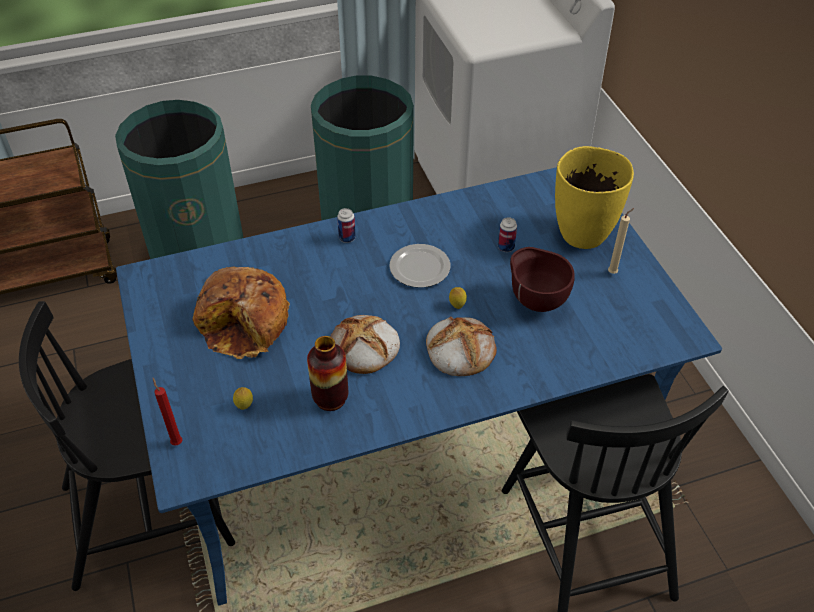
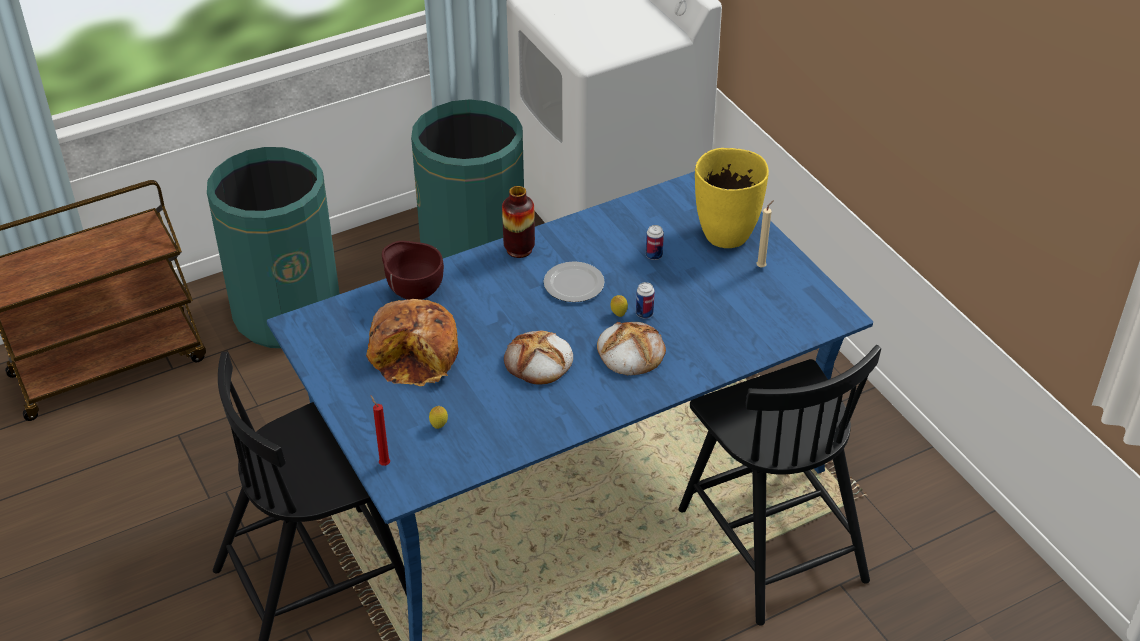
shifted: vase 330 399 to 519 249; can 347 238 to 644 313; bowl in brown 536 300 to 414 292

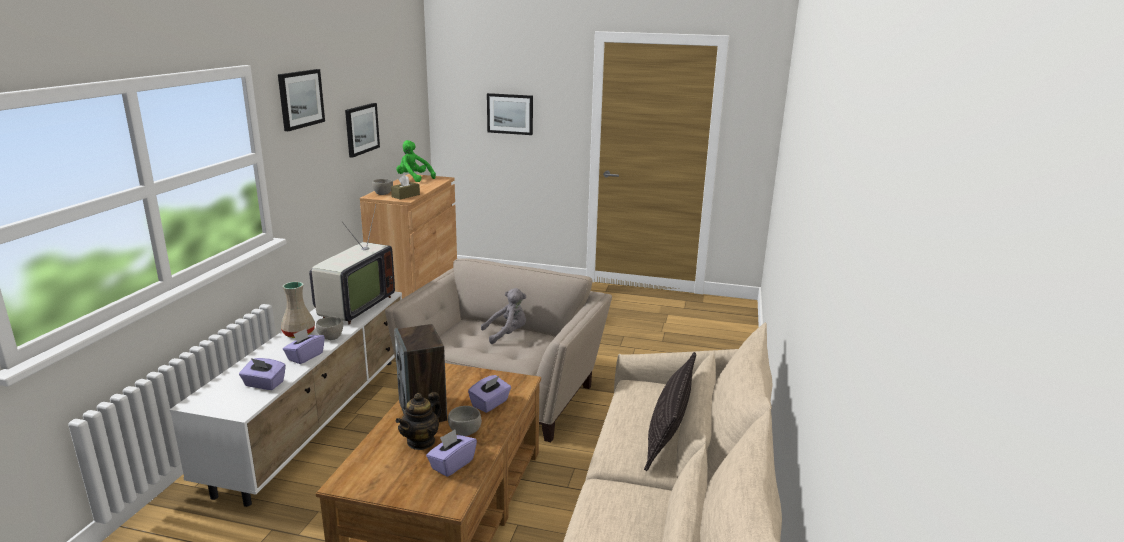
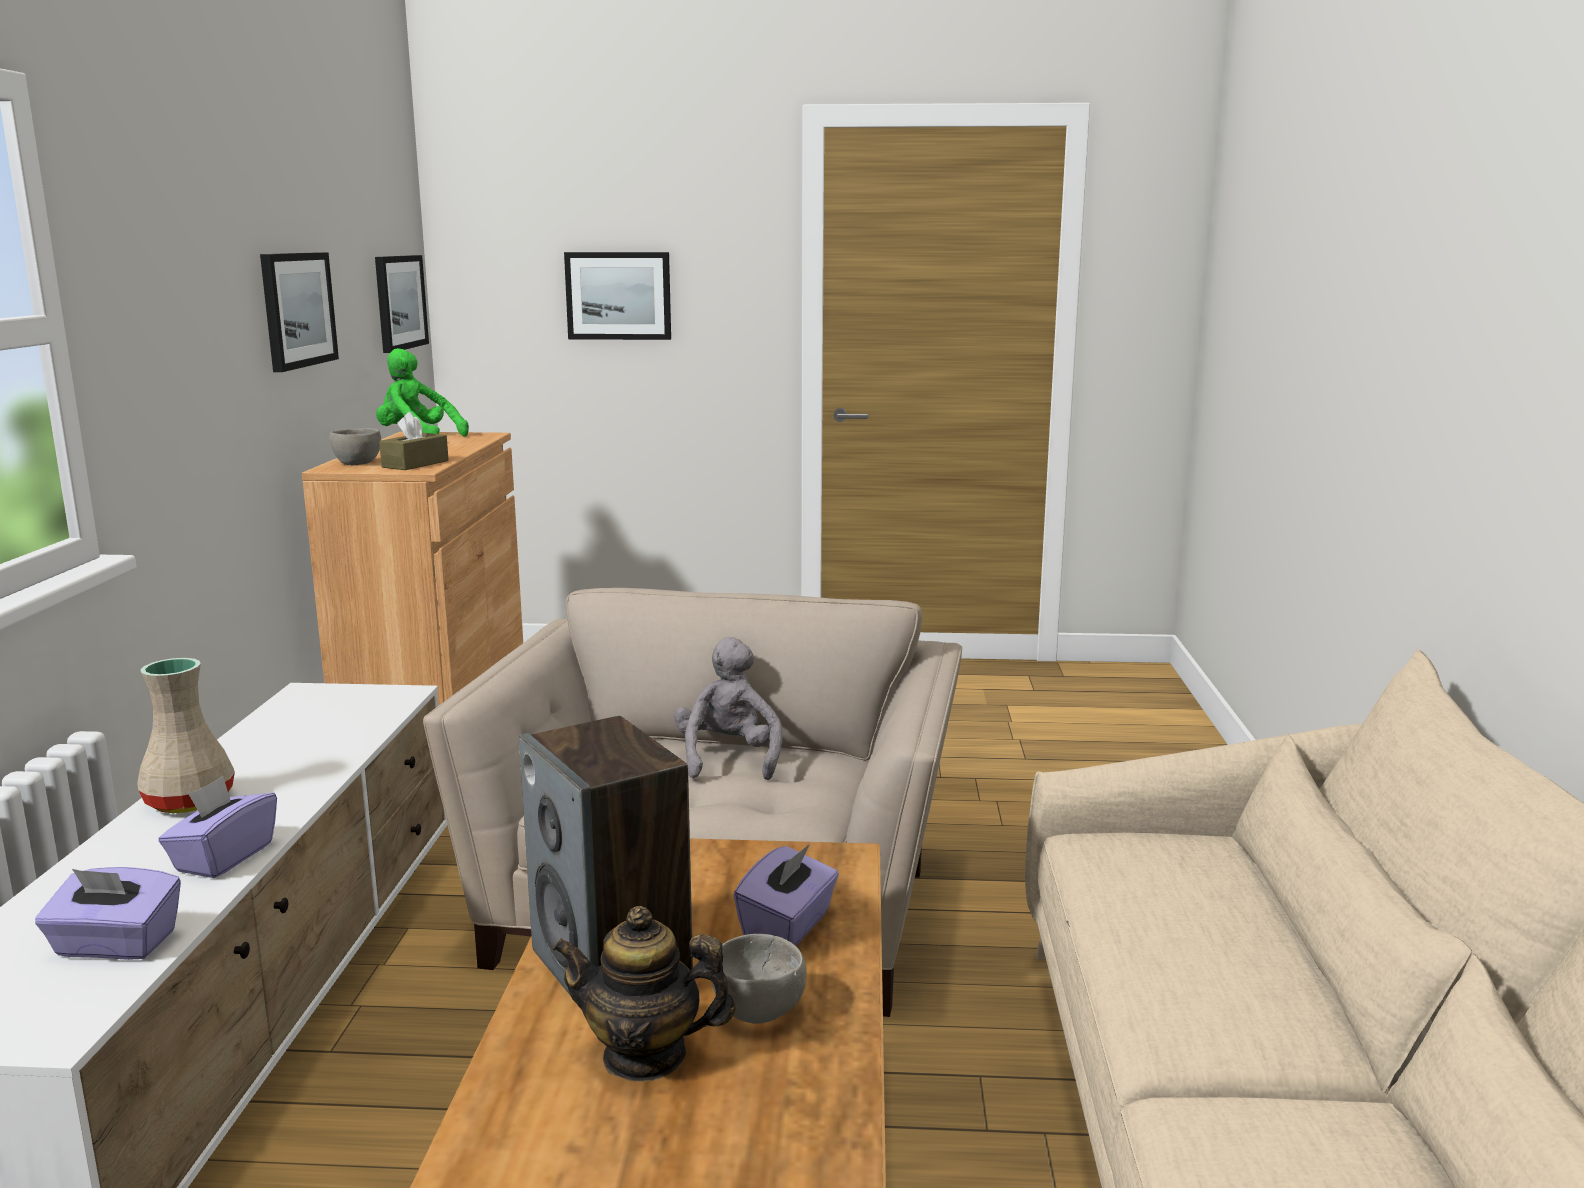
gone: television 353 307; bowl in grey 330 337; tissue box in purple 452 464; pillow 668 434
shifted: picture 300 99 to 399 302
rotated: teapot 421 441 = 645 1056 75 degrees clockwise; plush toy in grey 507 334 = 728 759 60 degrees counterclockwise

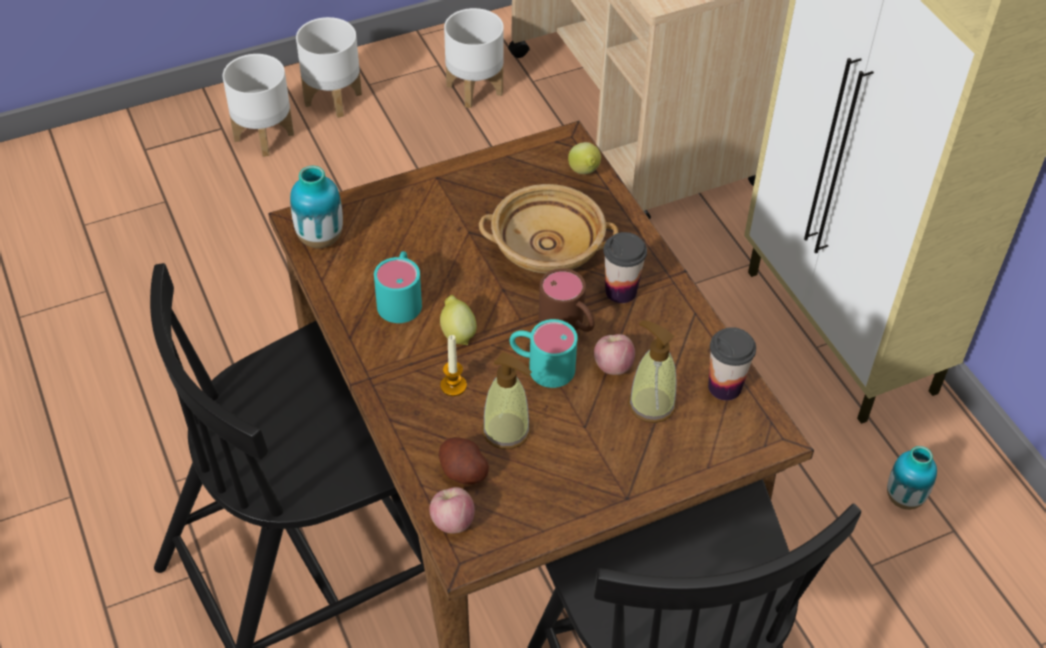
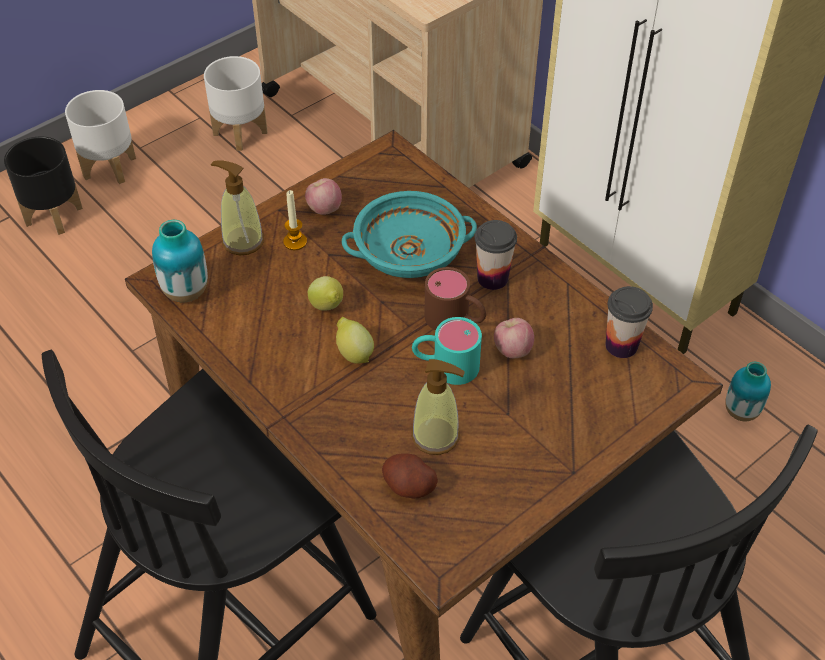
gone: mug in turquoise 401 298
shifted: apple 452 522 to 324 209; candle 453 386 to 295 242; lemon 584 172 to 327 307; soap dispenser 651 404 to 242 241
repainted: planter in white 264 135 to planter in black 54 215; bowl in beige 546 249 to bowl in turquoise 408 255

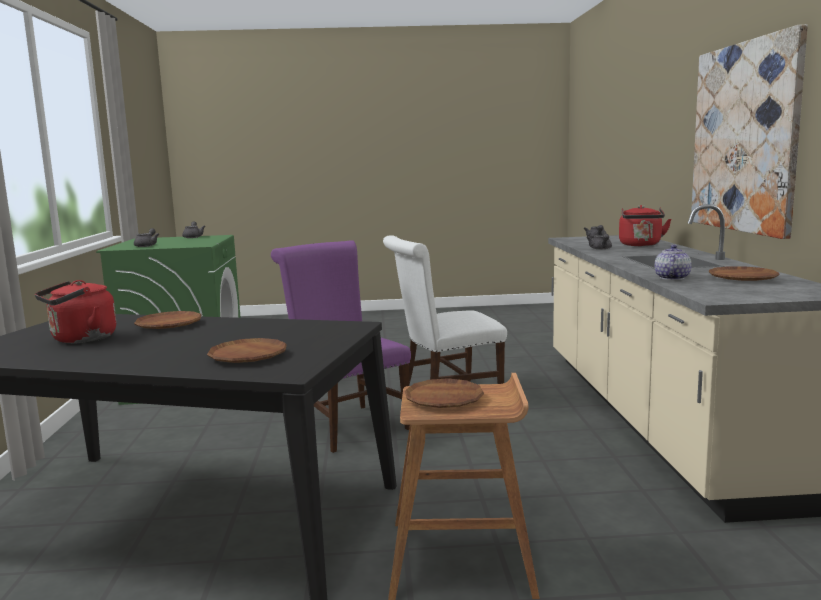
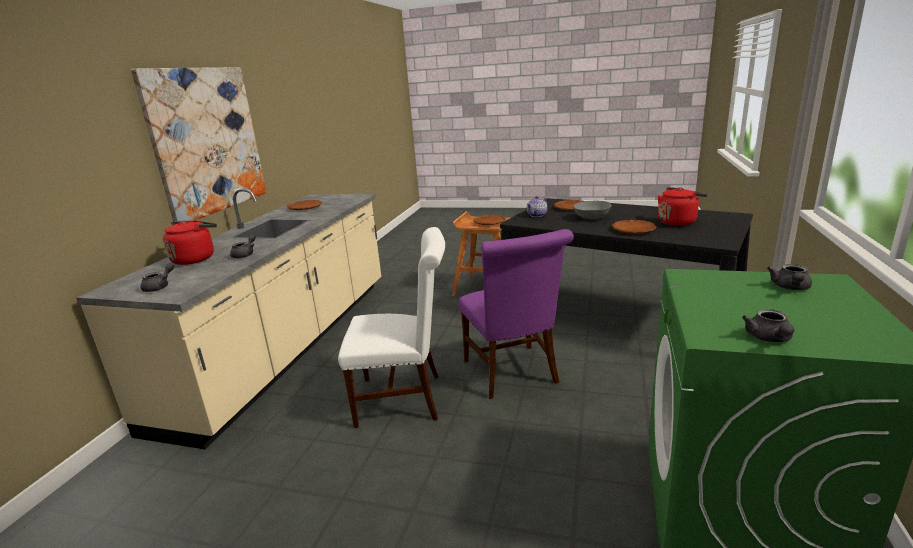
new: bowl in grey 592 217
shifted: teapot 671 278 to 537 215

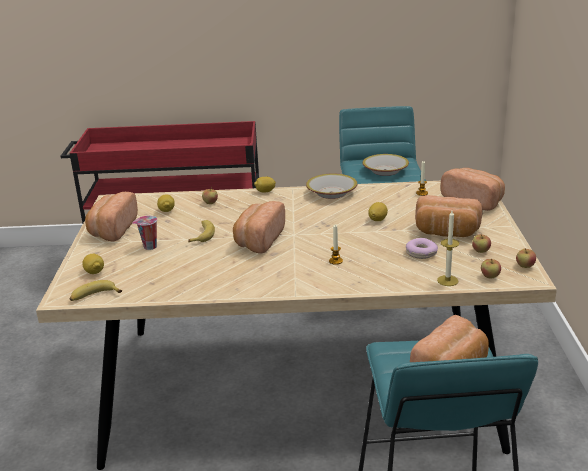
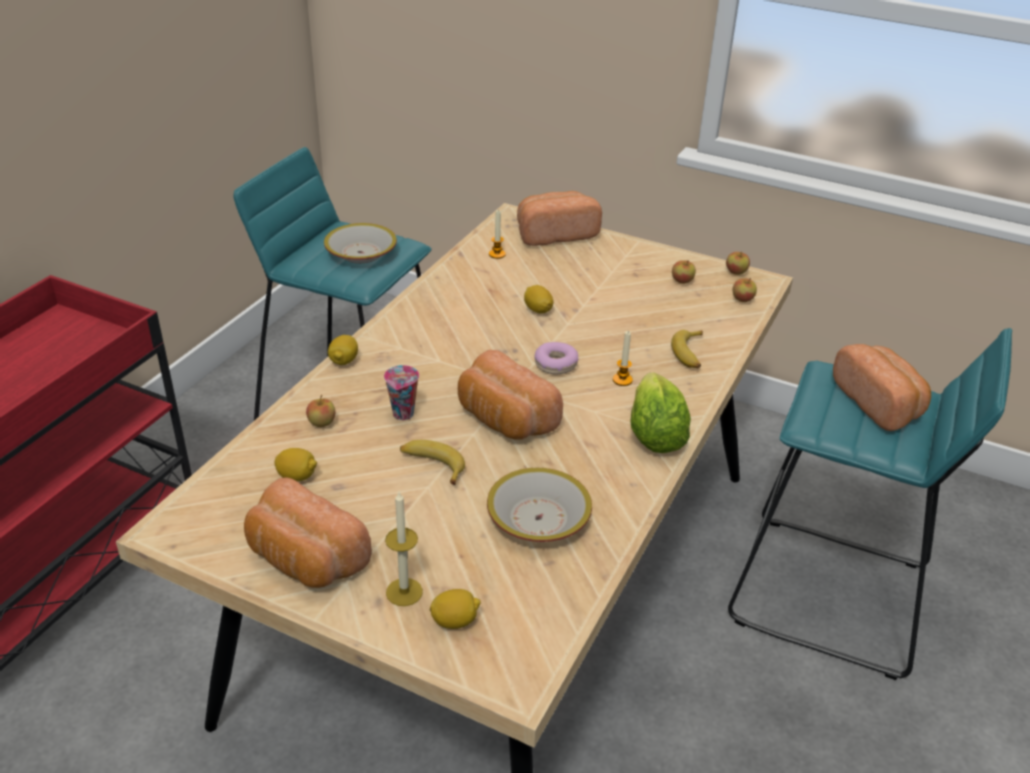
gone: bread 446 233
new: lettuce 654 435
shifted: banana 94 296 to 690 354; cup 149 247 to 403 415; bowl 331 193 to 538 519; donut 421 253 to 556 364; candle 447 280 to 404 592

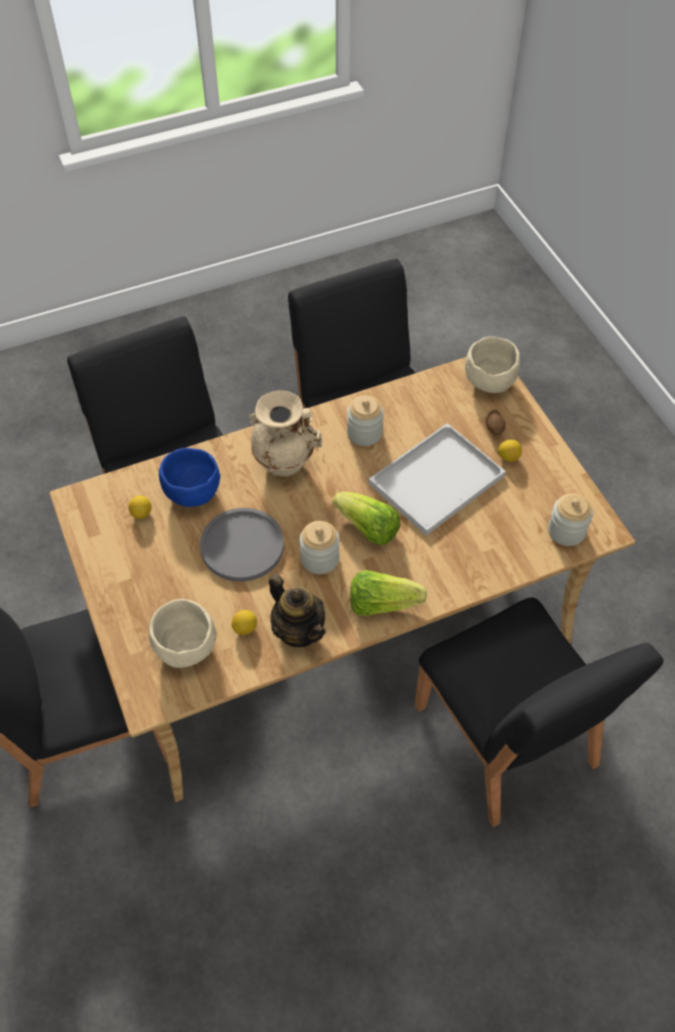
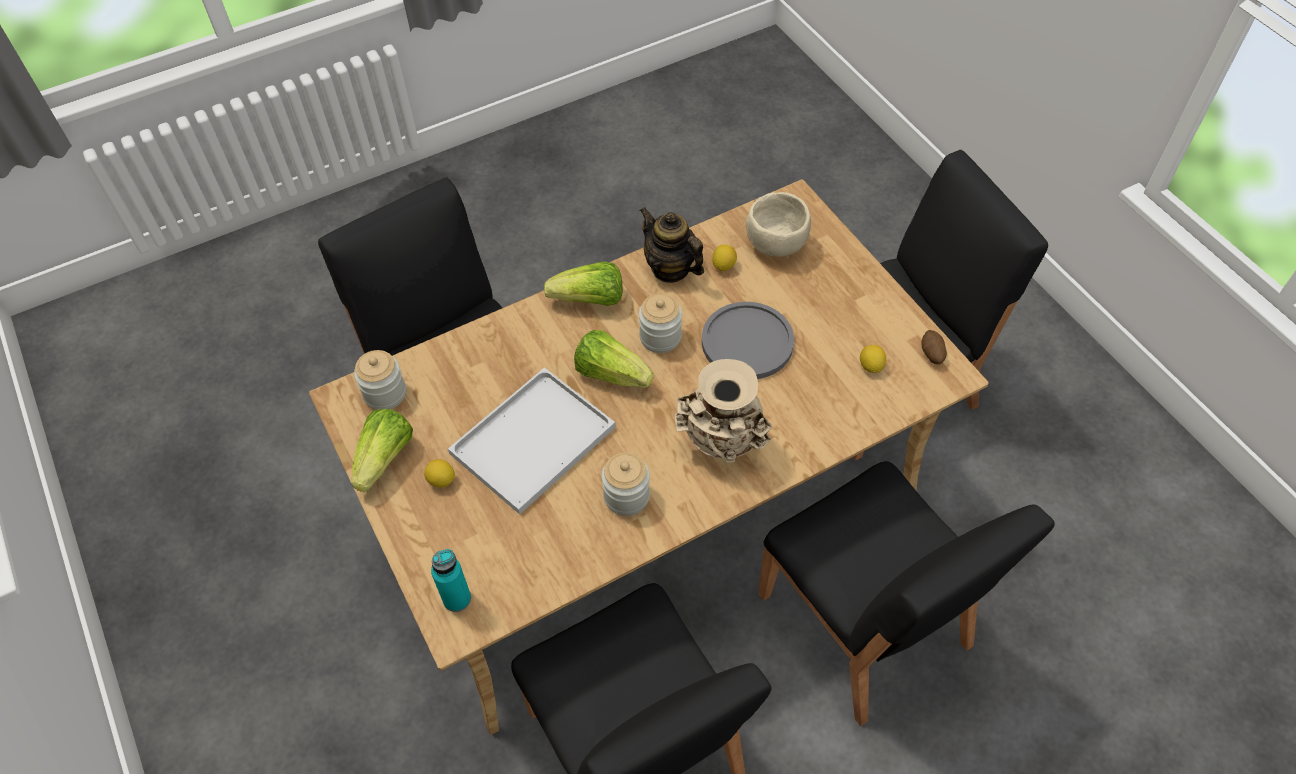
gone: bowl in blue 192 494
new: lettuce 385 459
shifted: potato 494 429 to 931 354
swapped: bowl in beige 488 381 to bottle in turquoise 457 599

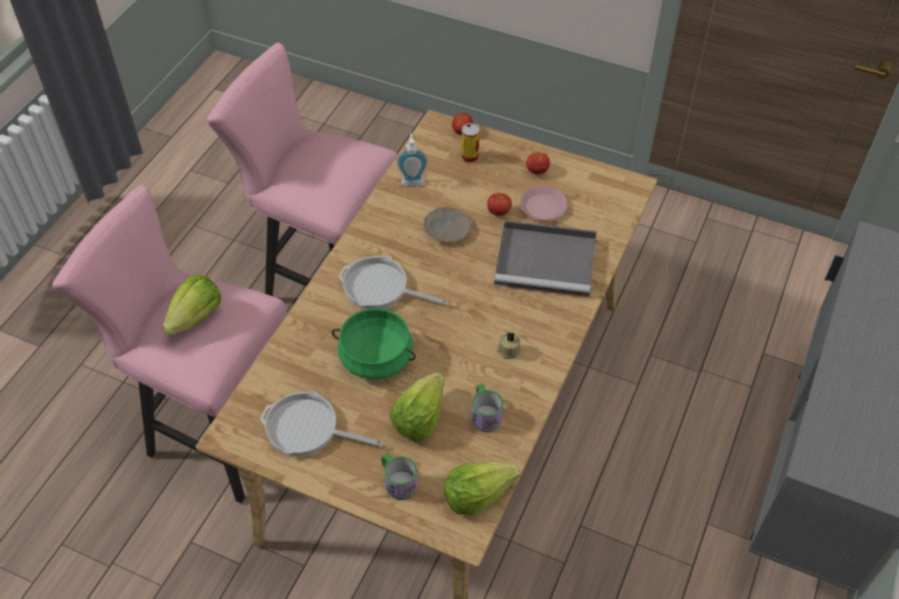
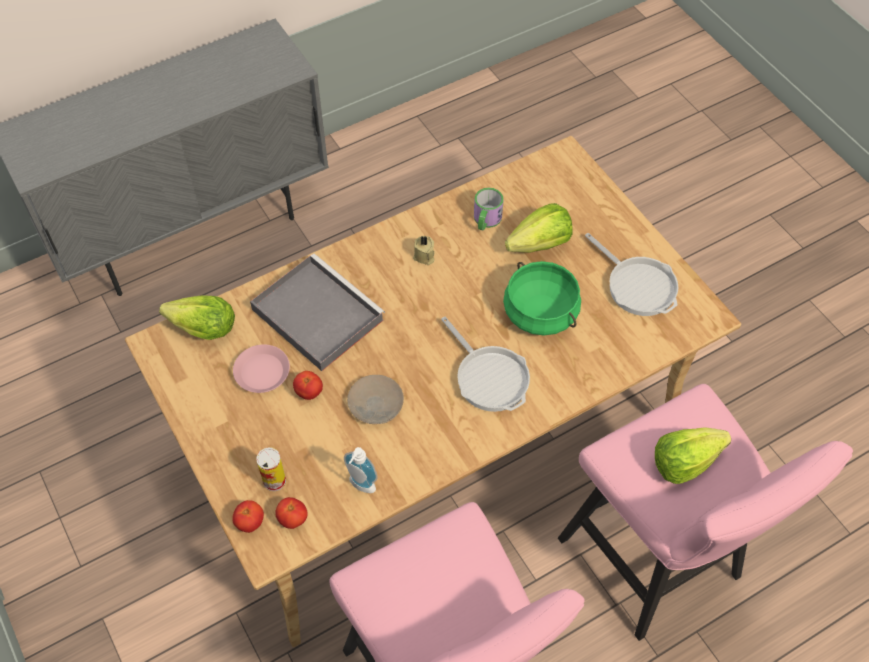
gone: mug 397 481
shifted: lettuce 477 494 to 203 328; tomato 537 171 to 293 519

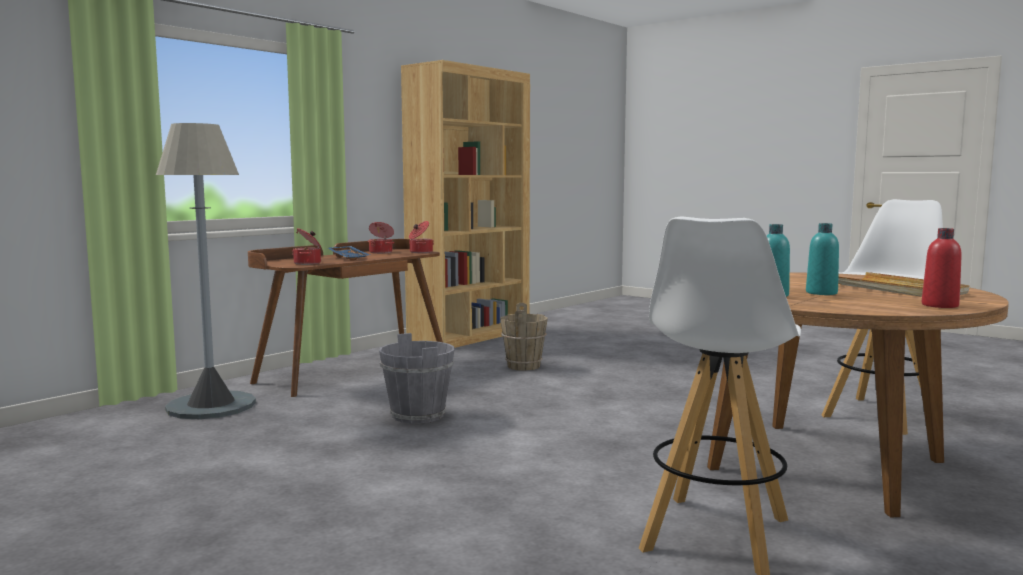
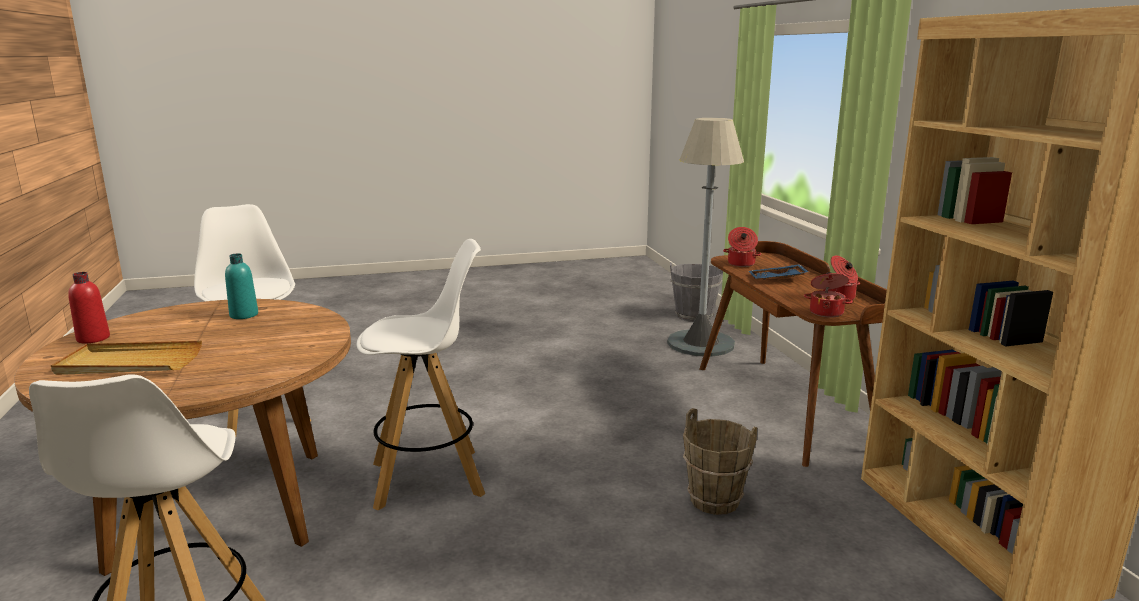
gone: bottle in turquoise 821 293
new: stool in white 429 478
shifted: bucket in grey 418 415 to 693 316

